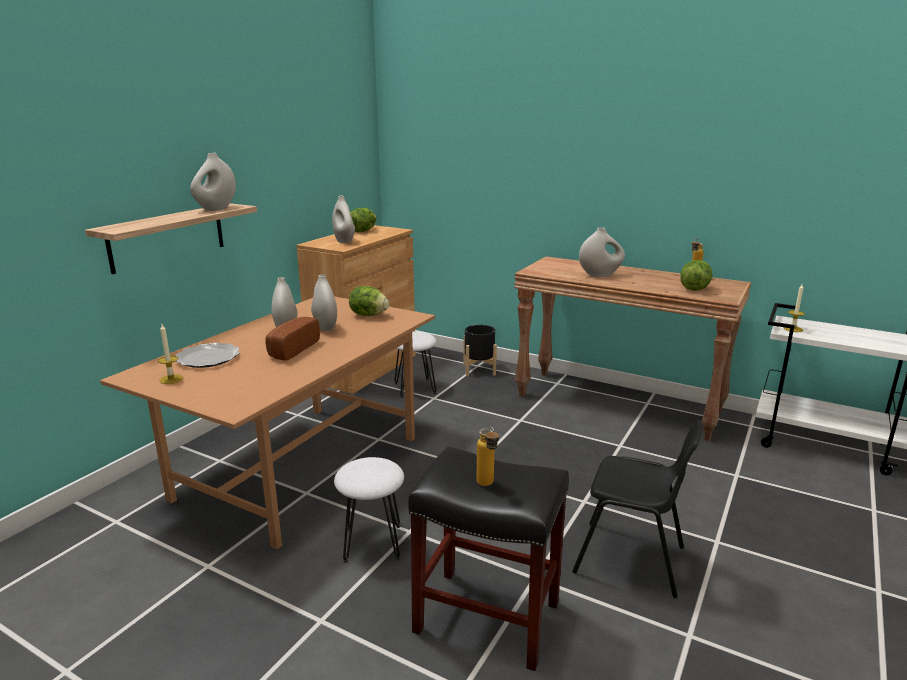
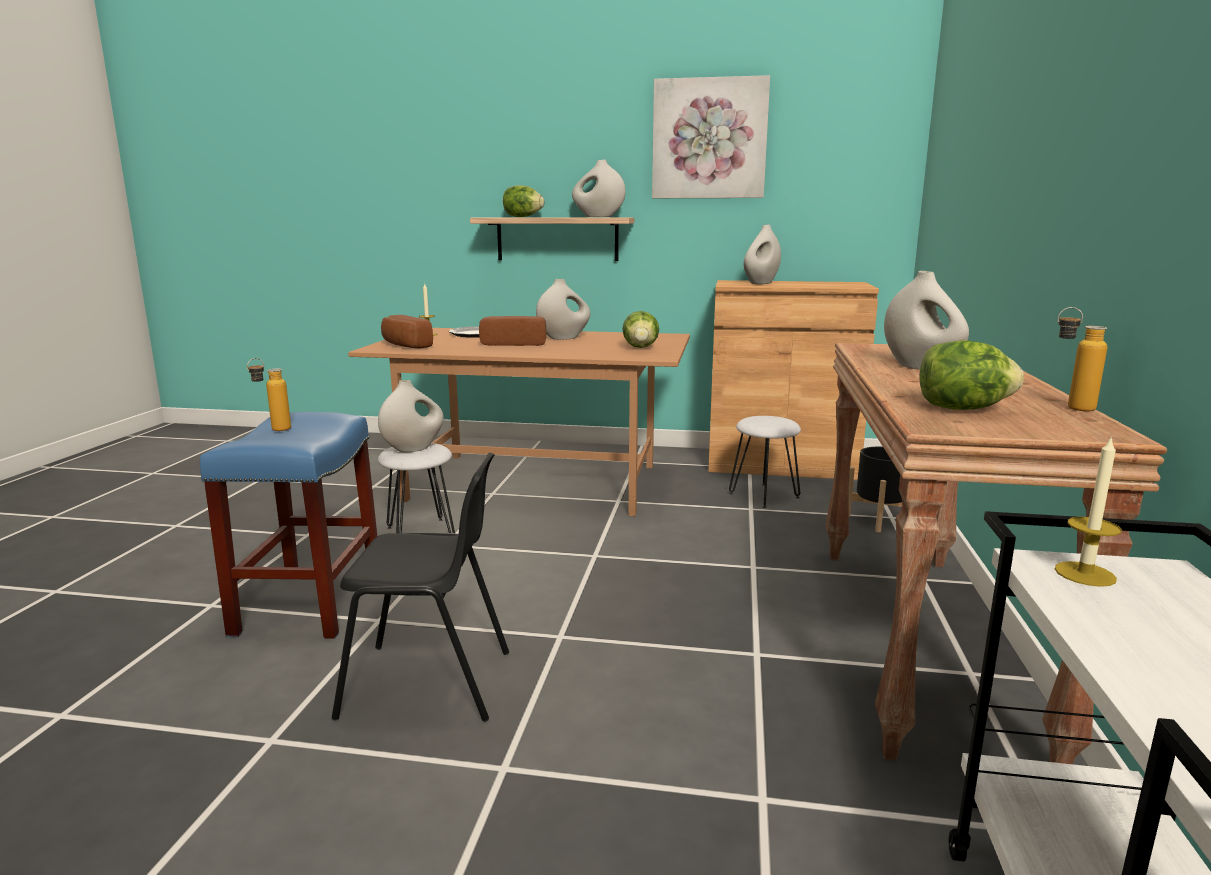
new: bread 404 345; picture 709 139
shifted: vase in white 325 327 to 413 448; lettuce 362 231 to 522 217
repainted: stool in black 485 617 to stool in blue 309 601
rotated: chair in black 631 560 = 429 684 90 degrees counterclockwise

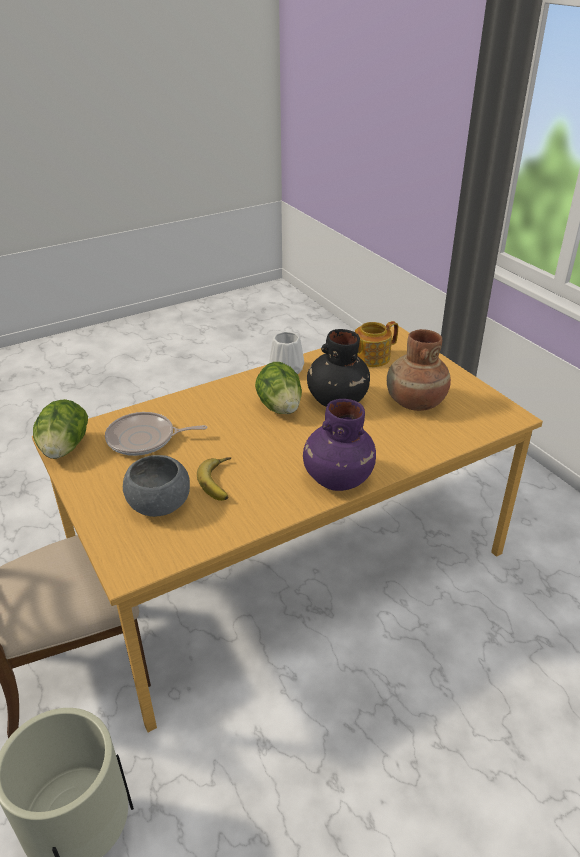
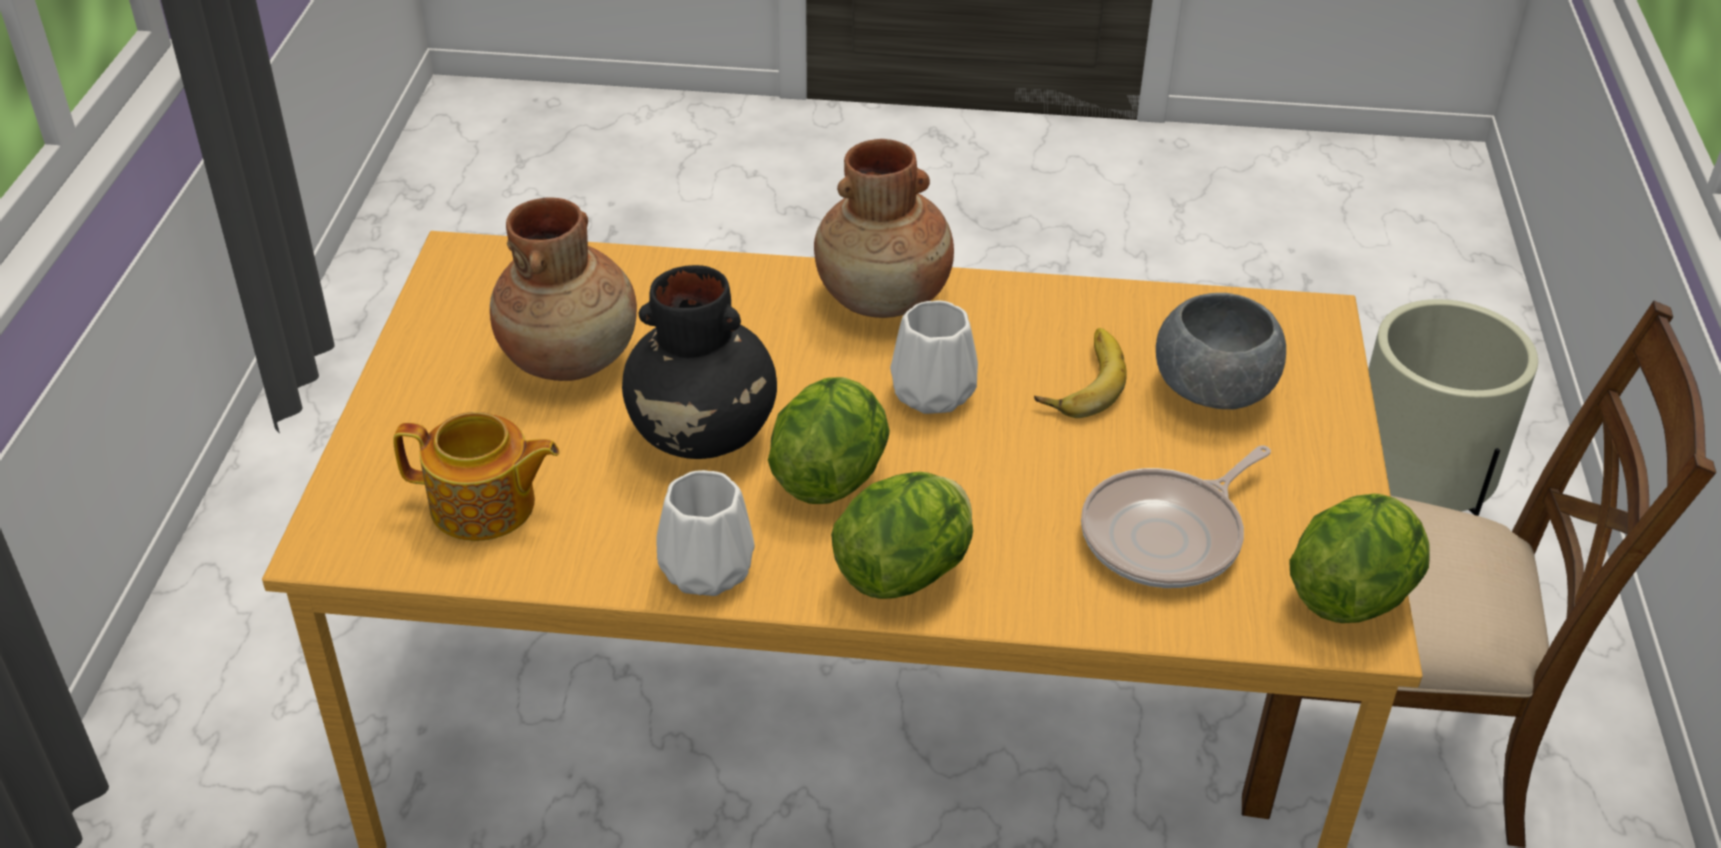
new: lettuce 906 571; vase in white 934 392
repainted: vase in purple 337 478 to vase in brown 884 298
rotated: frying pan 145 439 = 1167 535 105 degrees clockwise

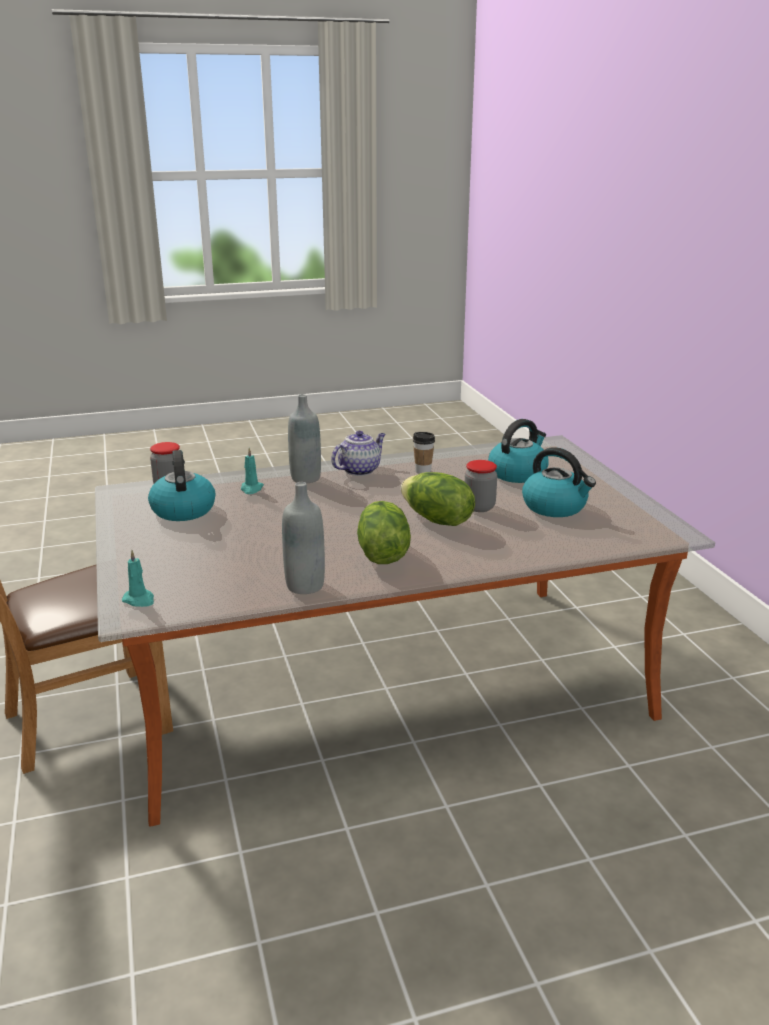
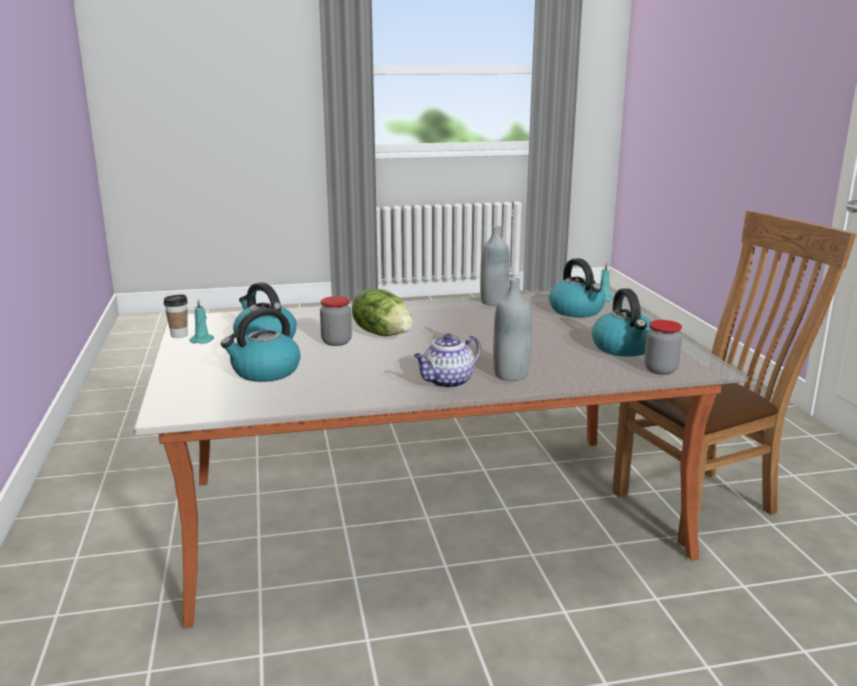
gone: lettuce 381 554
new: kettle 577 311
shifted: candle in turquoise 251 489 to 202 340; cup 423 471 to 179 335

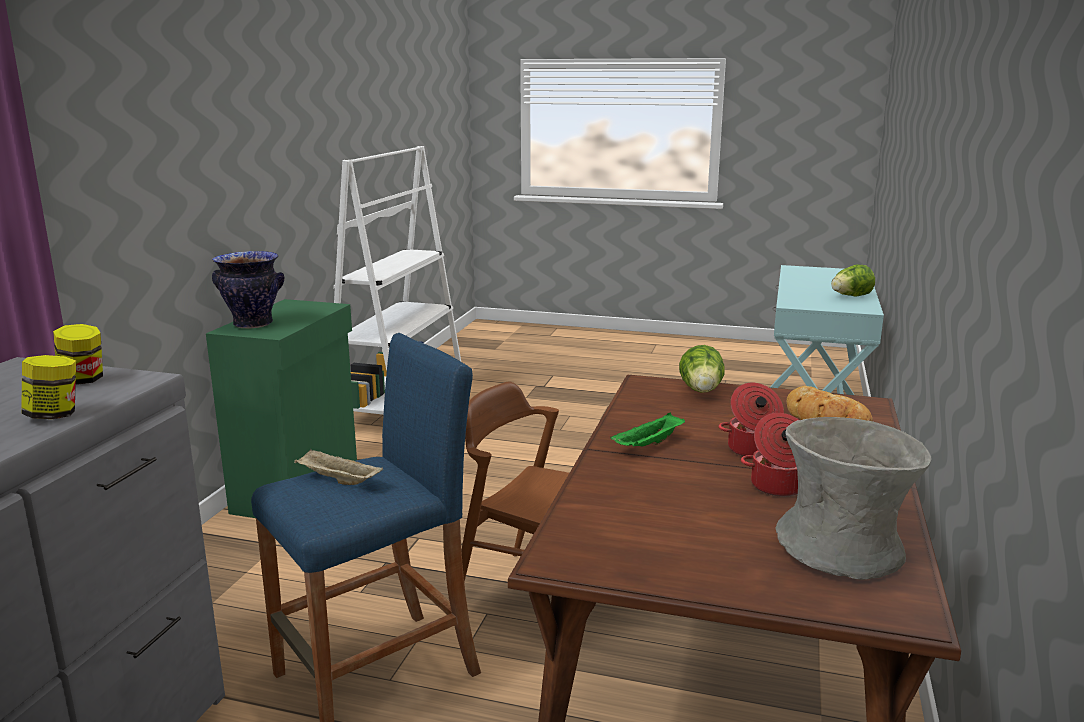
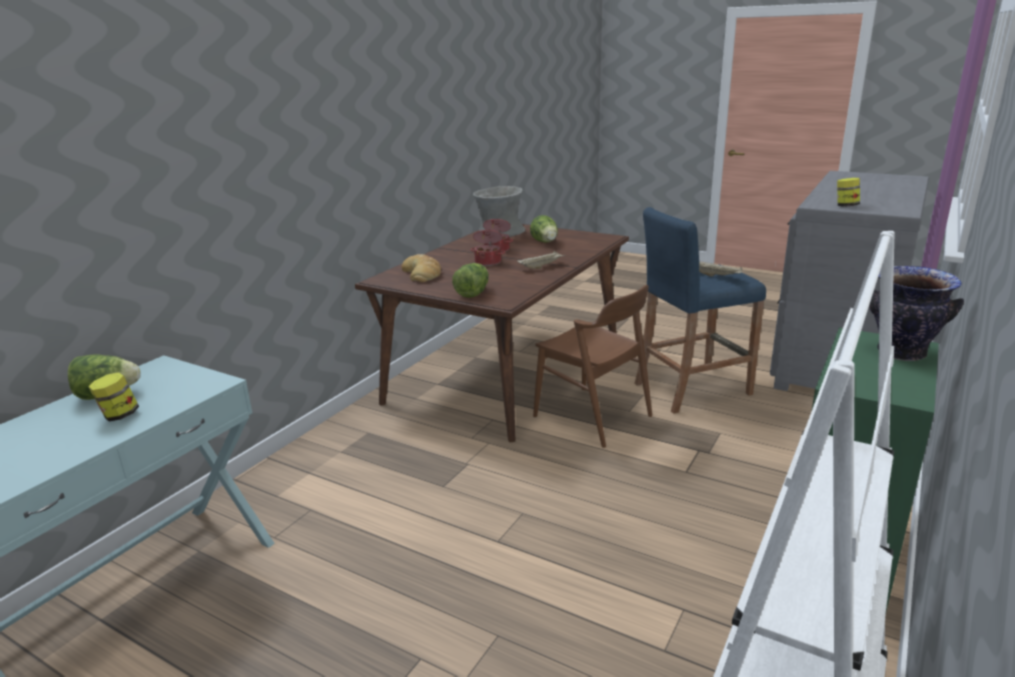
new: lettuce 545 242
shifted: jar 54 415 to 119 415
repainted: tray in green 648 445 to tray in beige 541 267

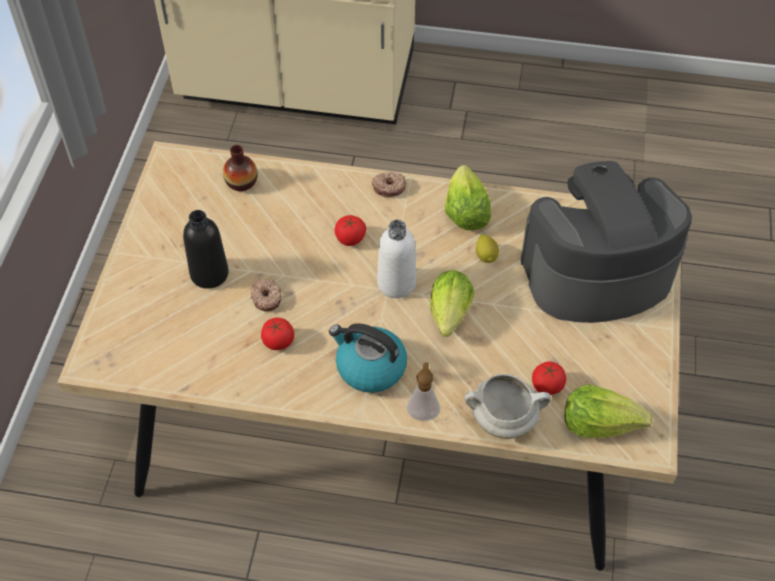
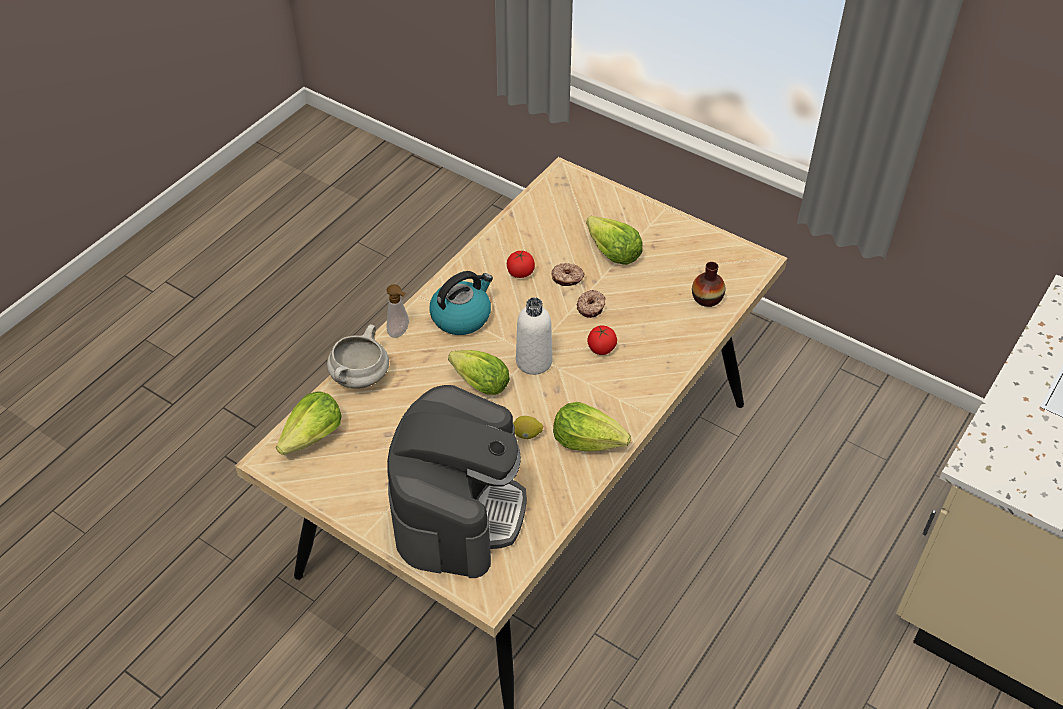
gone: tomato 547 386
shifted: donut 389 187 to 591 307
swapped: bottle in black 209 274 to lettuce 612 253

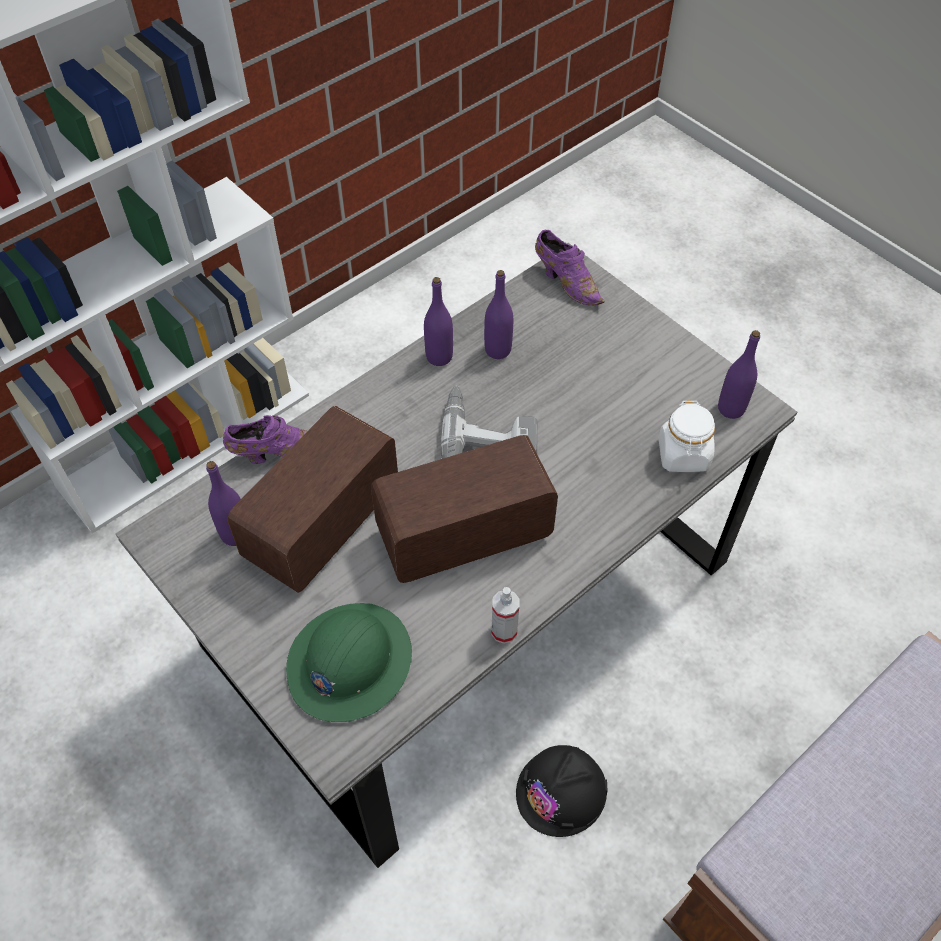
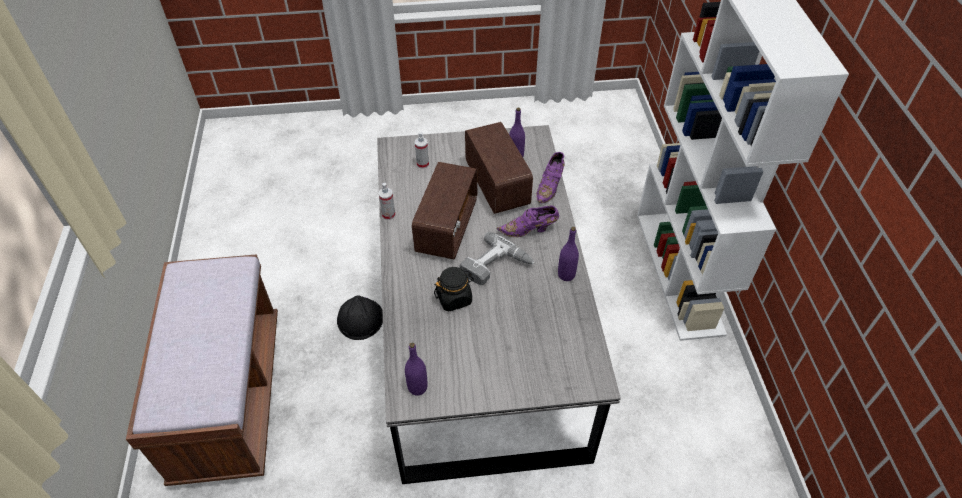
gone: bottle in purple 498 350; jar in white 683 455
new: jar in black 454 298
shifted: shoe in purple 566 282 to 529 230
swapped: hard hat in green 349 662 to spray bottle 422 164

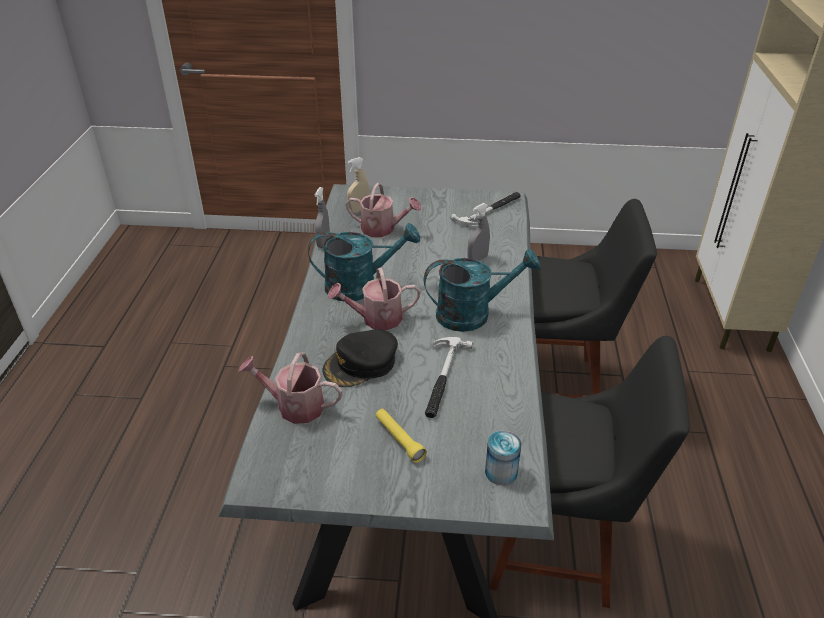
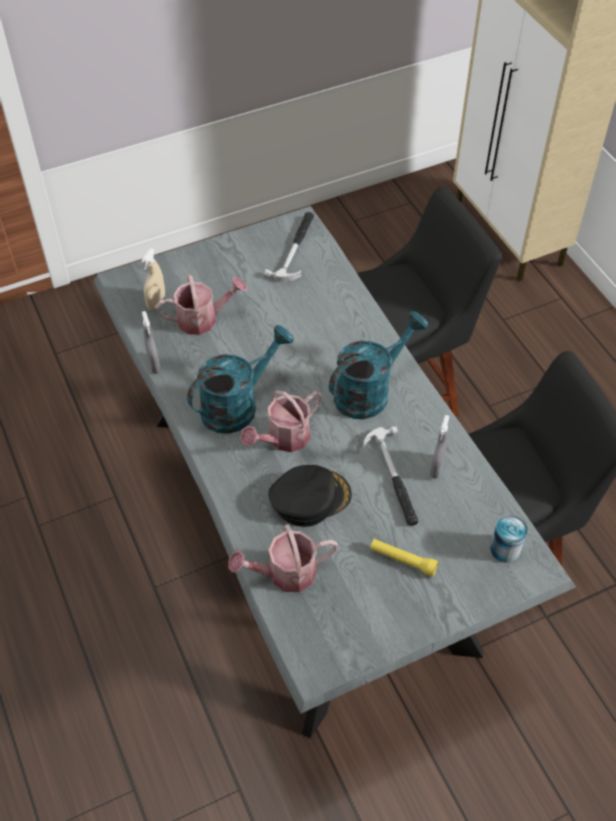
shifted: spray bottle in grey 477 259 to 436 467
rotated: cap in black 361 364 = 310 498 135 degrees counterclockwise

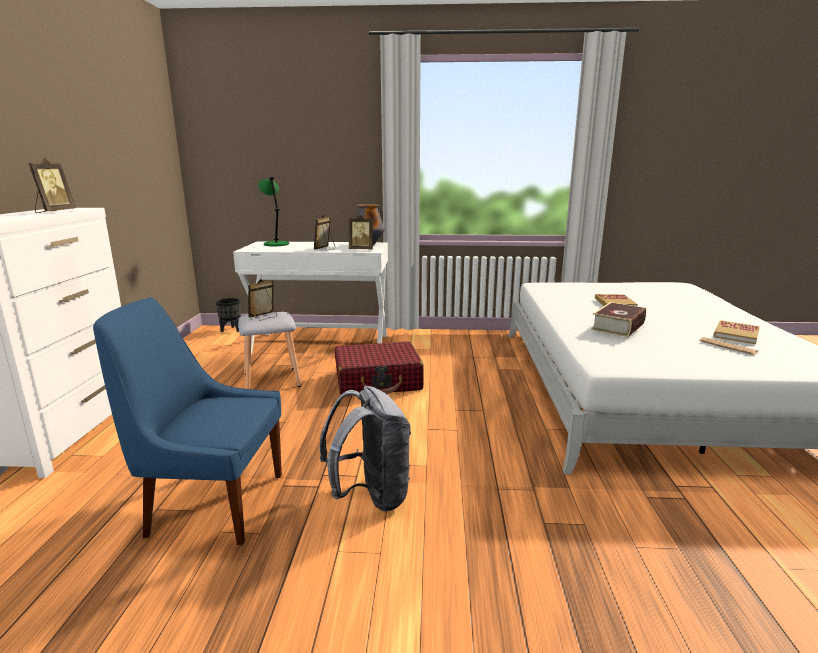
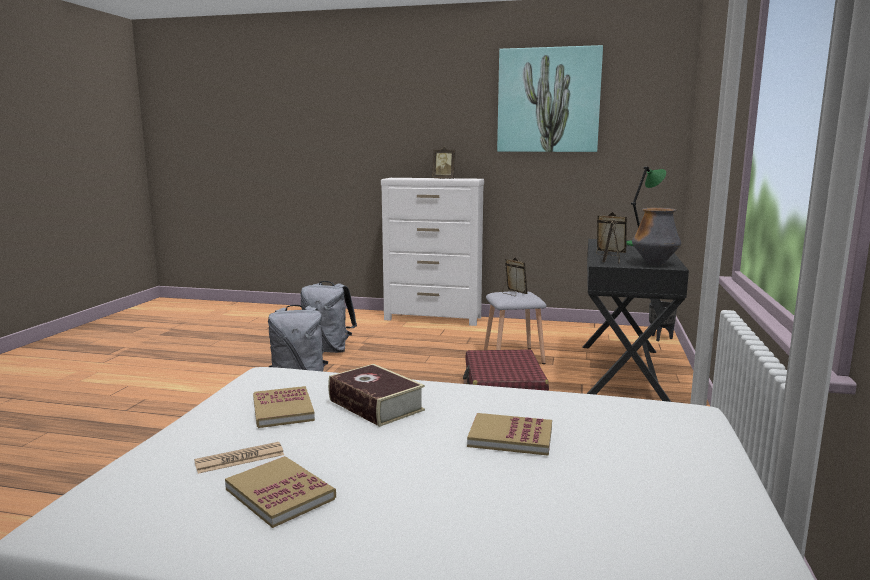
new: book 283 410; picture 548 100
swapped: chair in blue 212 504 to backpack in grey 328 350
repainted: desk in white 320 344 to desk in black 624 374

